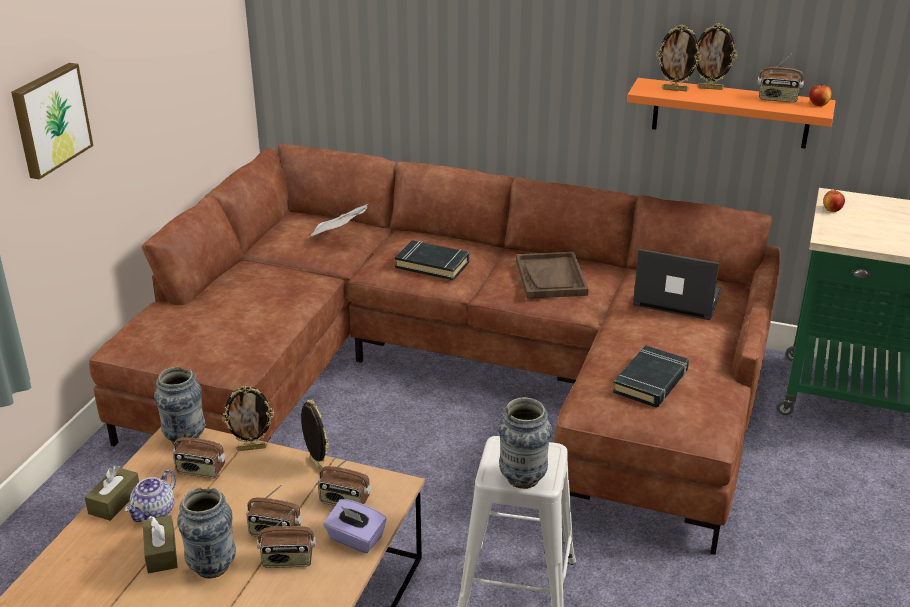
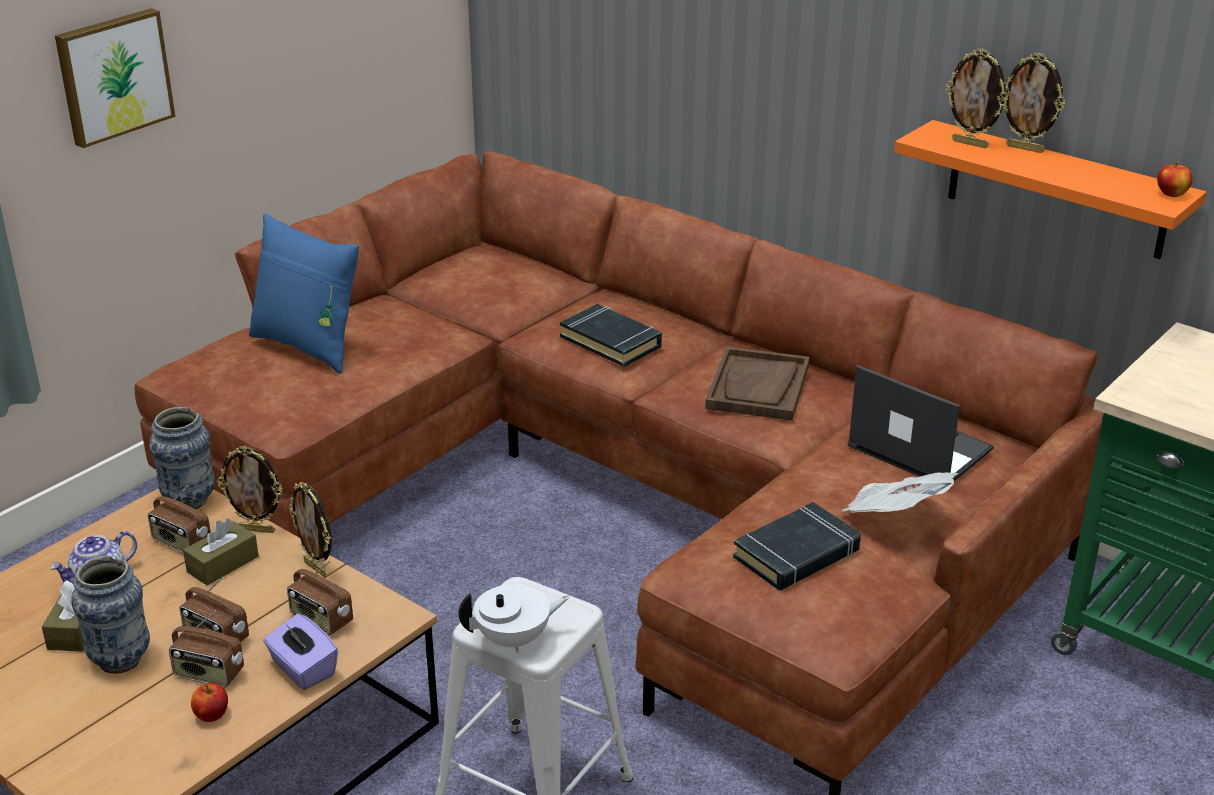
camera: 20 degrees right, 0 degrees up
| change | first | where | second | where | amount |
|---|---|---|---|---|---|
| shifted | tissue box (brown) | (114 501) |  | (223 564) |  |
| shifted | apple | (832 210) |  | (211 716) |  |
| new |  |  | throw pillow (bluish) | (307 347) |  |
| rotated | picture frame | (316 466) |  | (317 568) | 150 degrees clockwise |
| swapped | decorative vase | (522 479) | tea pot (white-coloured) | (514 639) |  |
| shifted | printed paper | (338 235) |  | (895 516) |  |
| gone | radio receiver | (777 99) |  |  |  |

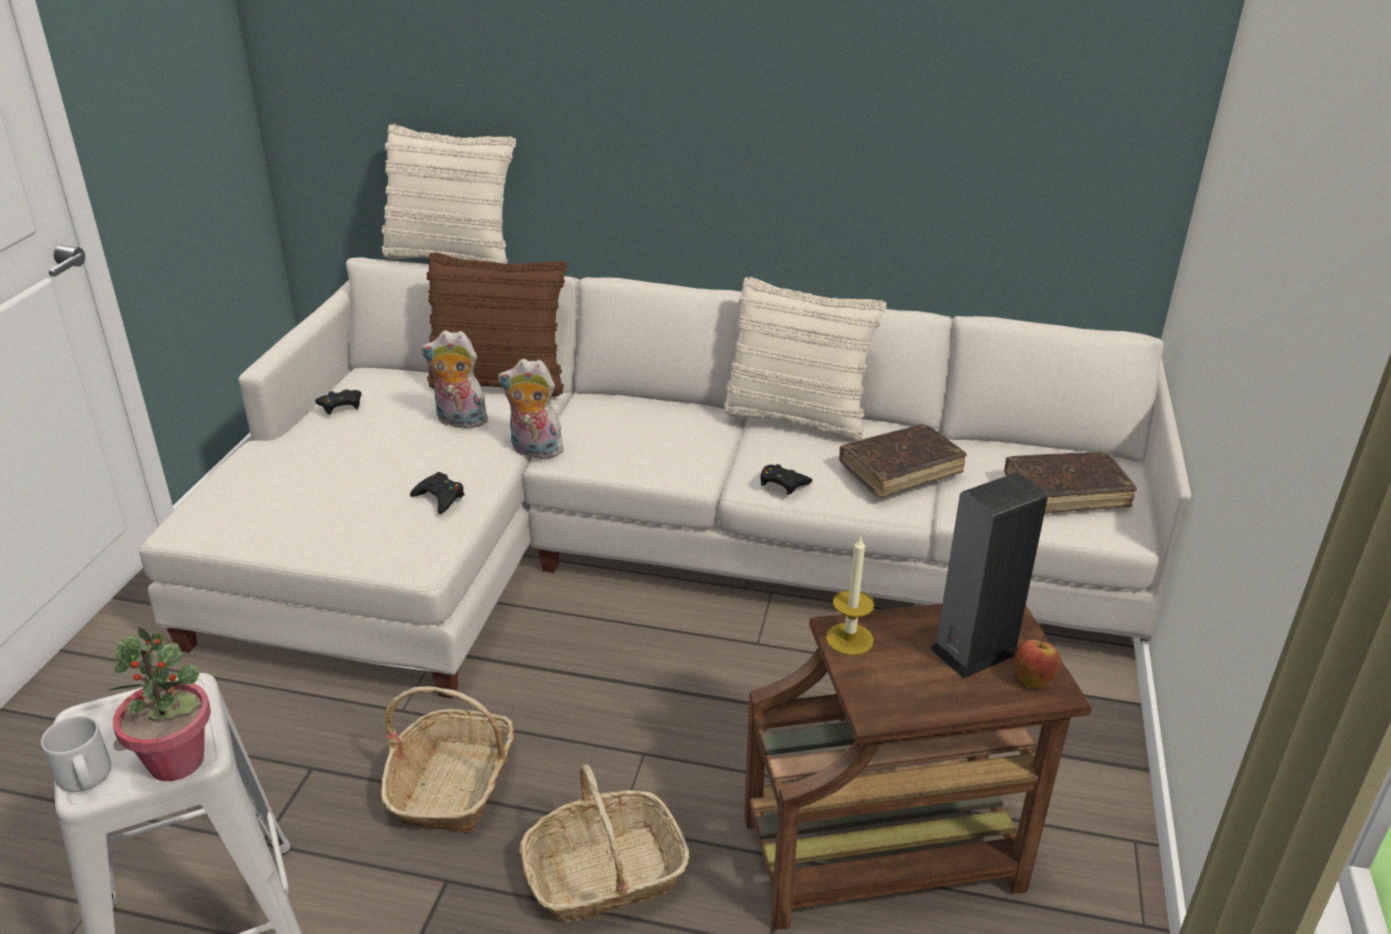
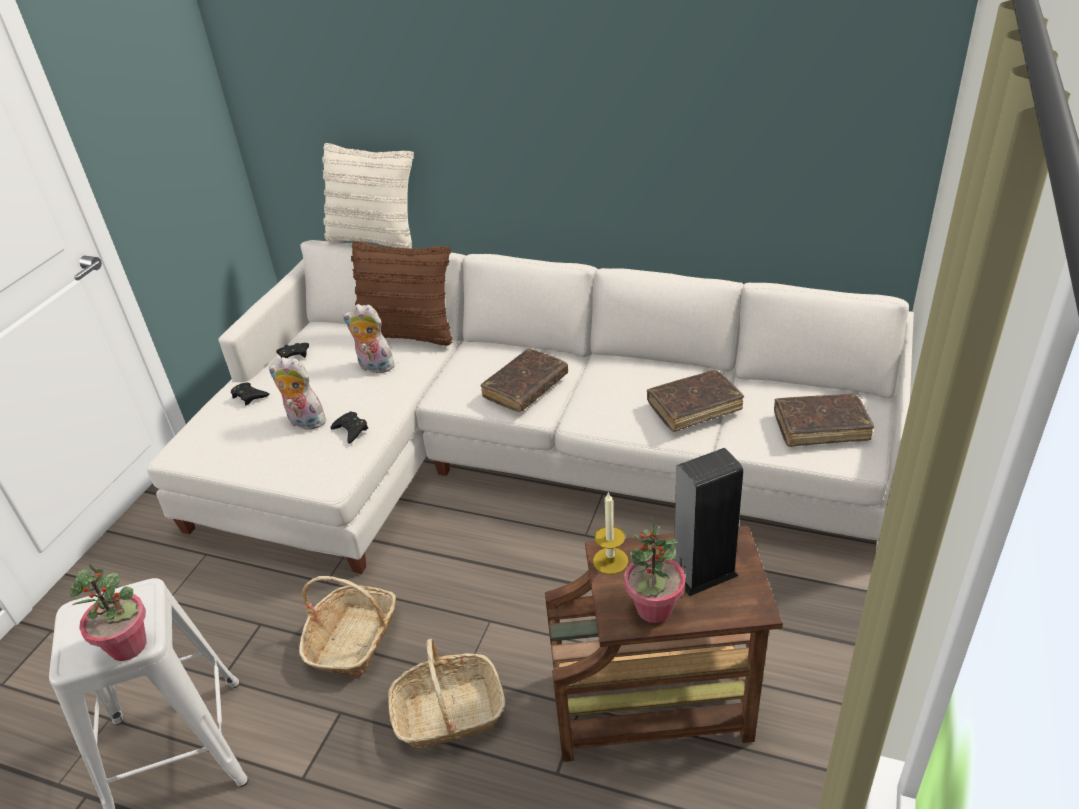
camera: 10 degrees right, 5 degrees up
| change | first | where | second | where | amount |
|---|---|---|---|---|---|
| shifted | gamepad (black) | (783 483) |  | (249 396) |  |
| shifted | plush toy | (534 451) |  | (304 422) |  |
| new |  |  | book (brown) | (525 387) |  |
| new |  |  | houseplant | (654 609) |  |
| gone | mug (grey) | (85 778) |  |  |  |
| gone | throw pillow (beige) | (798 419) |  |  |  |
| gone | apple | (1032 679) |  |  |  |

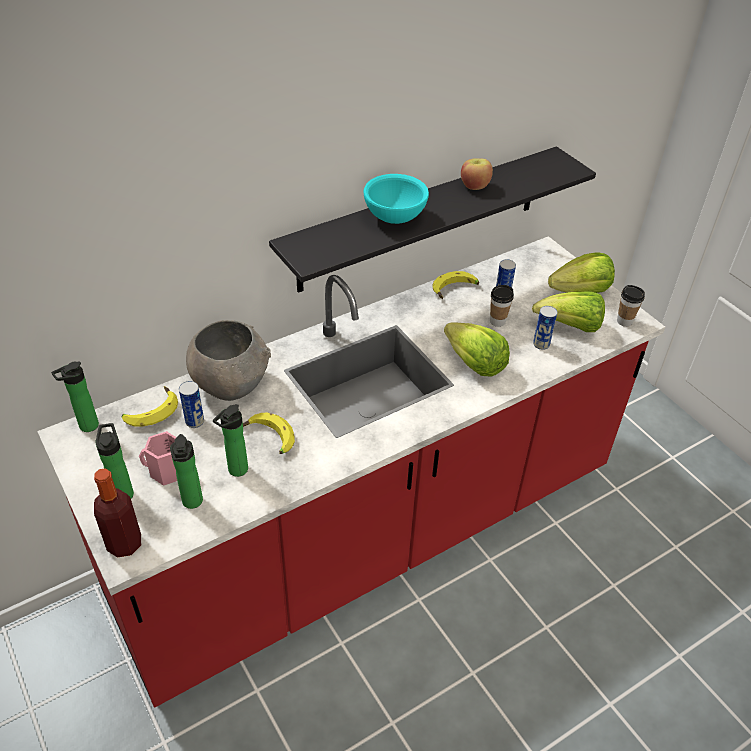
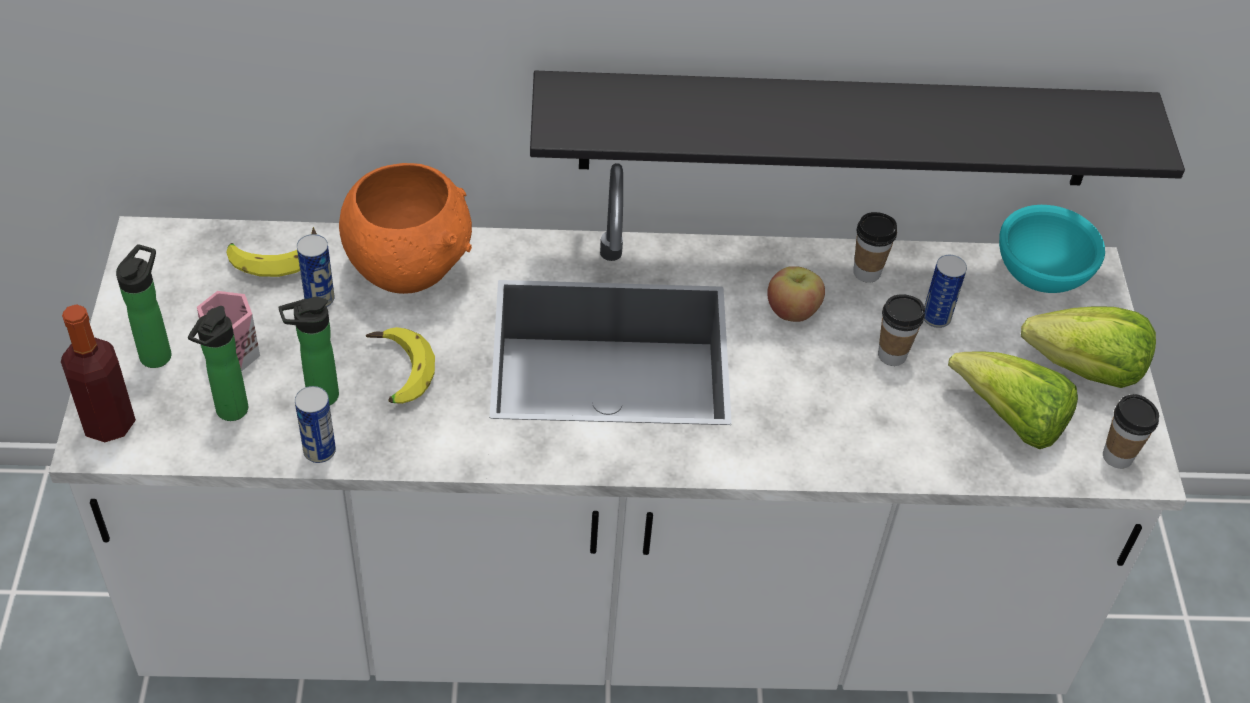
camera: 30 degrees right, 5 degrees up
| change | first | where | second | where | amount |
|---|---|---|---|---|---|
| repainted | counter (red) | (369 534) | counter (white-coloured) | (605 602) |  |
| shifted | can | (541 344) |  | (319 451) |  |
| repainted | serving bowl (grey) | (231 385) | serving bowl (orangey) | (408 268) |  |
| shifted | apple | (474 186) |  | (792 310) |  |
| swapped | whole banana | (455 290) | drinking cup | (866 272) |  |
| shifted | serving bowl (turquoise-coloured) | (393 217) |  | (1039 274) |  |
| gone | drink bottle | (86 427) |  |  |  |
| gone | lettuce | (474 363) |  |  |  |

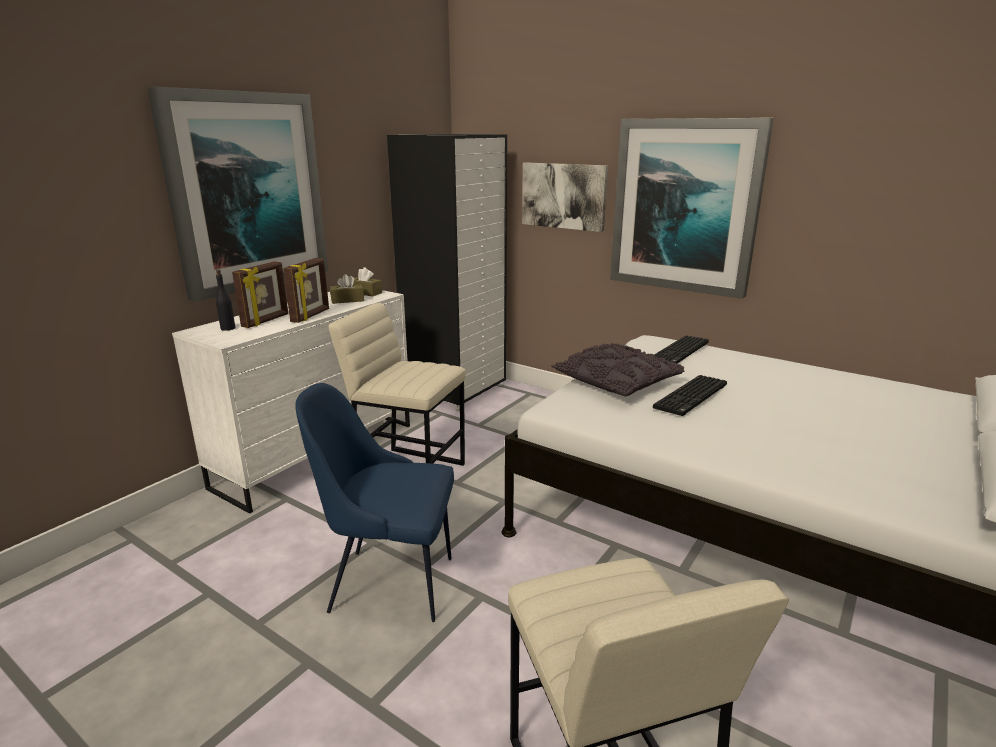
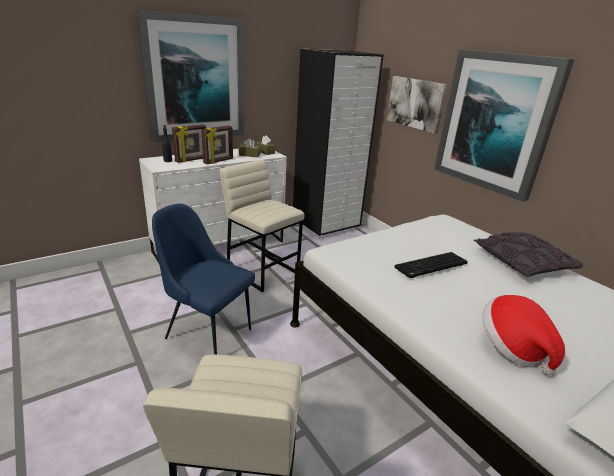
camera: 20 degrees right, 5 degrees up
| change | first | where | second | where | amount |
|---|---|---|---|---|---|
| shifted | throw pillow (black) | (616 383) |  | (522 263) |  |
| new |  |  | hat | (512 347) |  |
| gone | keyboard | (680 352) |  |  |  |

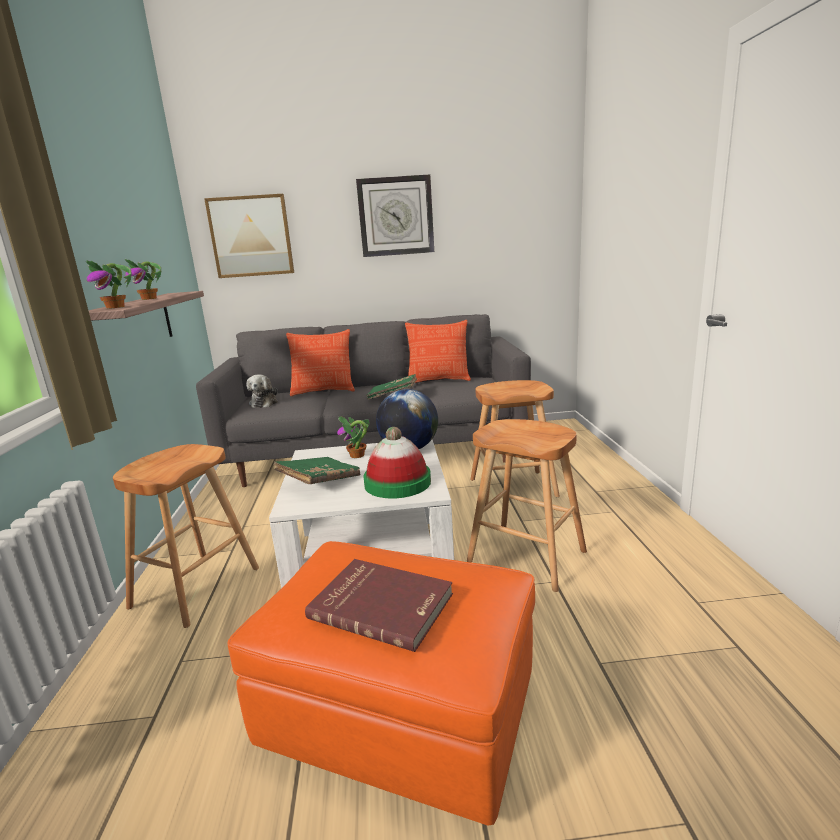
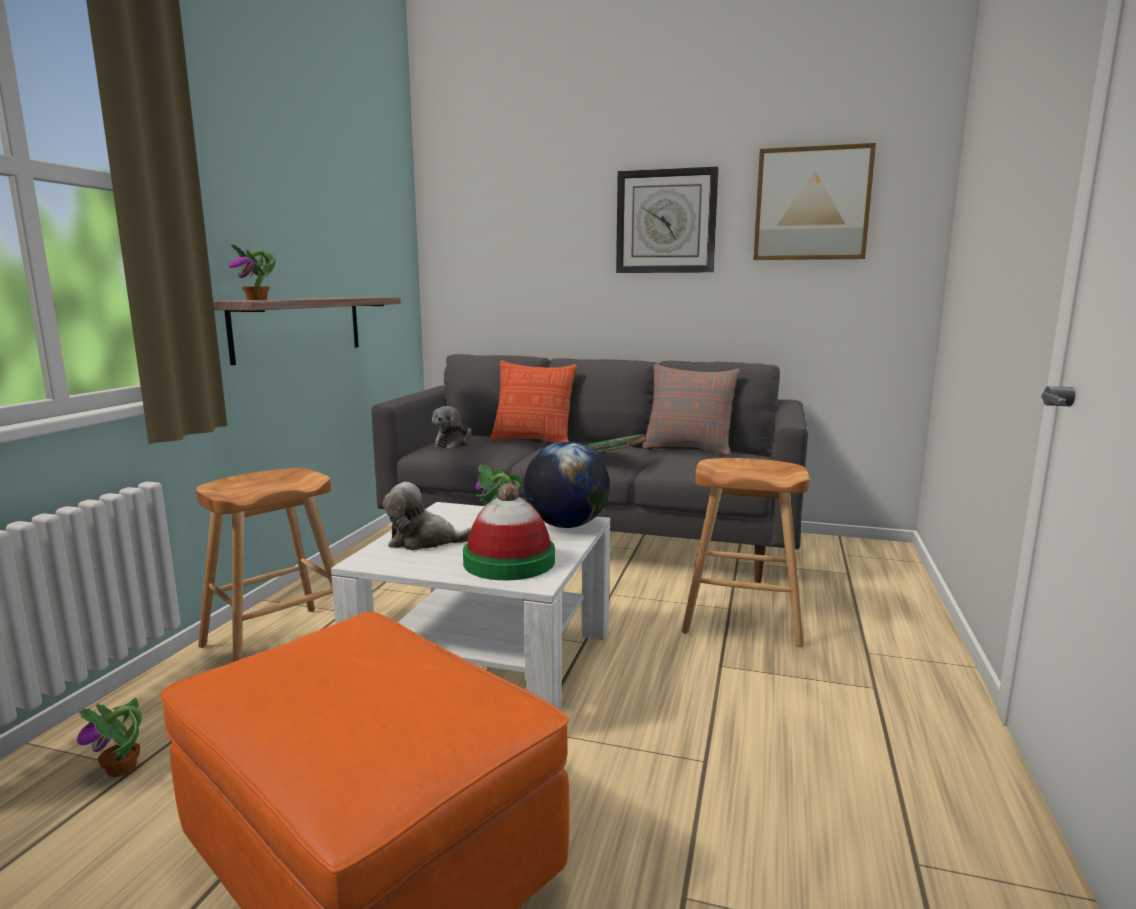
camera: 20 degrees right, 5 degrees down
| change | first | where | second | where | amount |
|---|---|---|---|---|---|
| shifted | houseplant | (149 298) |  | (122 769) |  |
| swapped | book (greenish) | (319 481) | plush toy | (424 541) |  |
| repainted | throw pillow (orangey) | (439 380) | throw pillow (grey) | (688 450) |  |
| shifted | picture | (251 236) |  | (812 204) |  |
| gone | book (red) | (382 605) |  |  |  |
| gone | sitting stool (brown) | (526 556) |  |  |  |

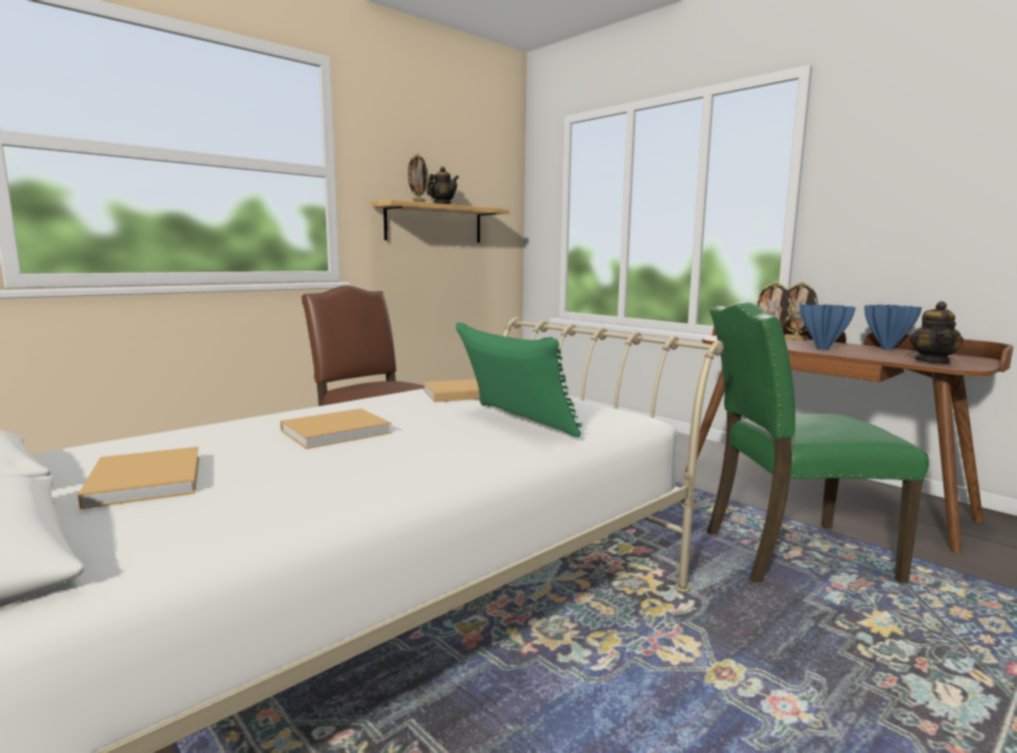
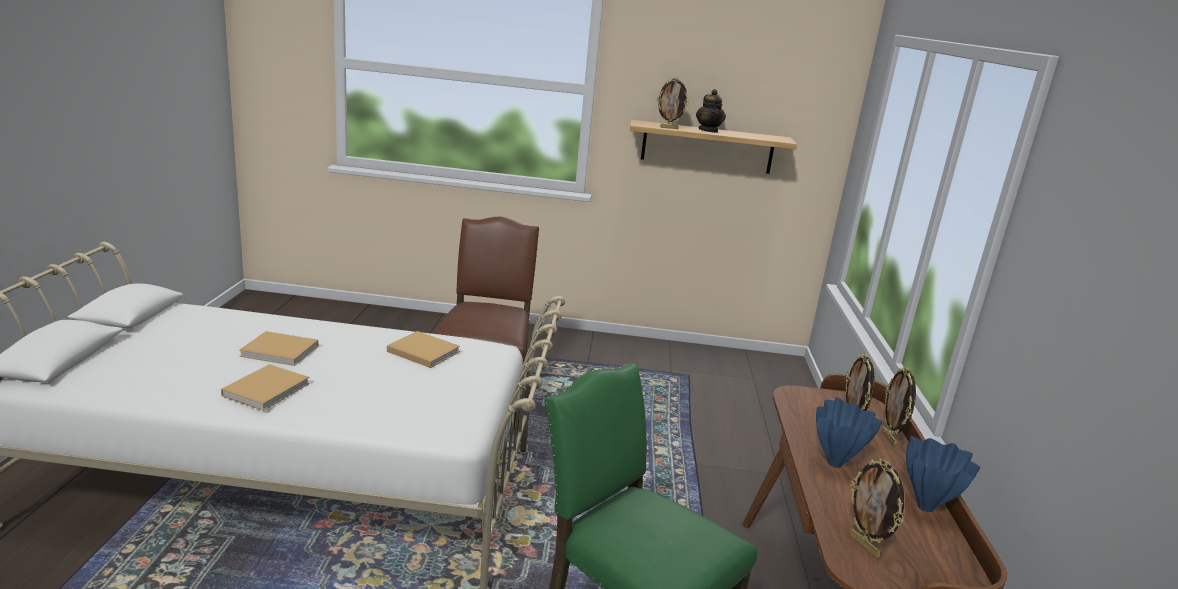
camera: 45 degrees right, 10 degrees up
| change | first | where | second | where | amount |
|---|---|---|---|---|---|
| shifted | book (beige) | (146 479) |  | (268 388) |  |
| swapped | tea pot | (932 362) | picture frame | (864 545) |  |
| gone | throw pillow (greenish) | (514 422) |  |  |  |

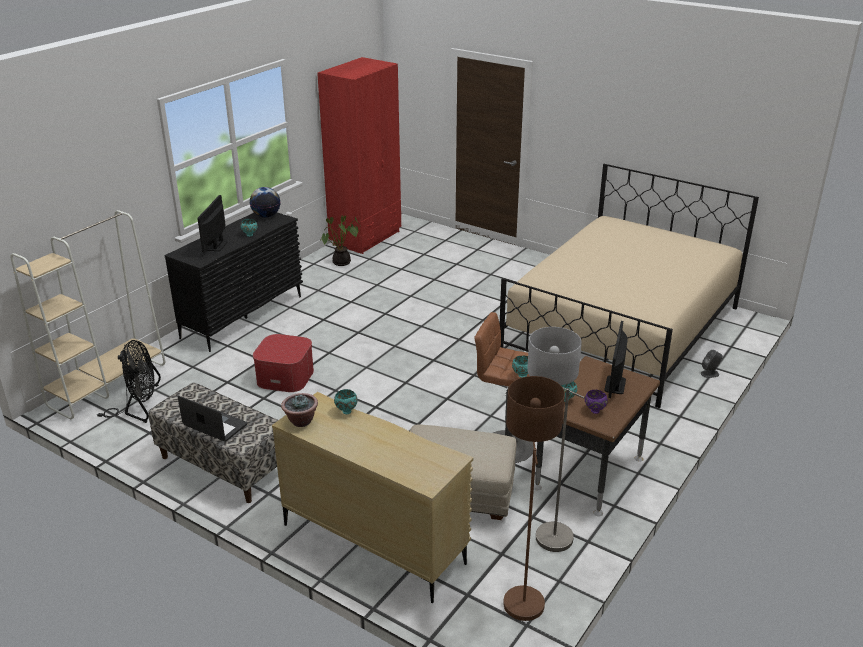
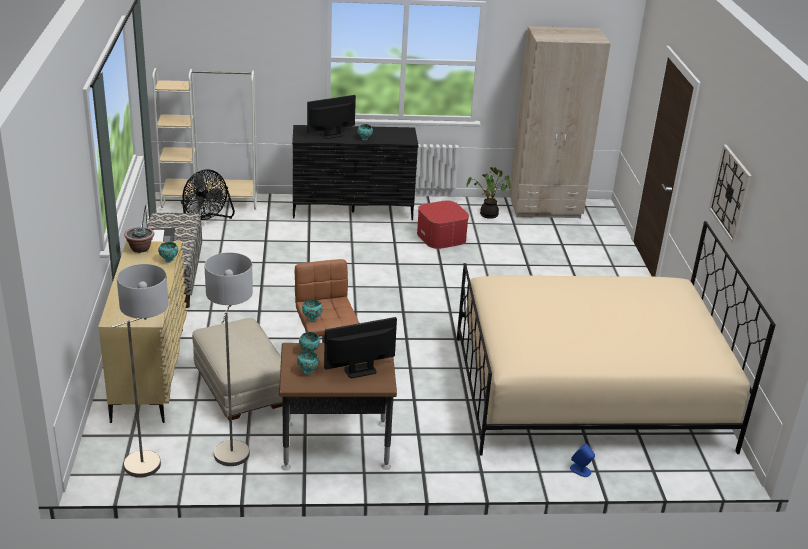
camera: 50 degrees right, 0 degrees up
| change | first | where | second | where | amount |
|---|---|---|---|---|---|
| repainted | standard lamp (brown) | (522 595) | standard lamp (grey) | (152 461) |  |
| repainted | serving bowl (purple-coloured) | (594 411) | serving bowl (turquoise-coloured) | (308 371) |  |
| shifted | footrest | (285 376) |  | (441 237) |  |
| repainted | clothes cupboard (red) | (366 238) | clothes cupboard (beige) | (545 209) |  |
| repainted | audio speaker (grey) | (710 374) | audio speaker (bluish) | (580 470) |  |
| new |  |  | wall clock | (730 193) |  |
| gone | desk globe | (266 216) |  |  |  |

